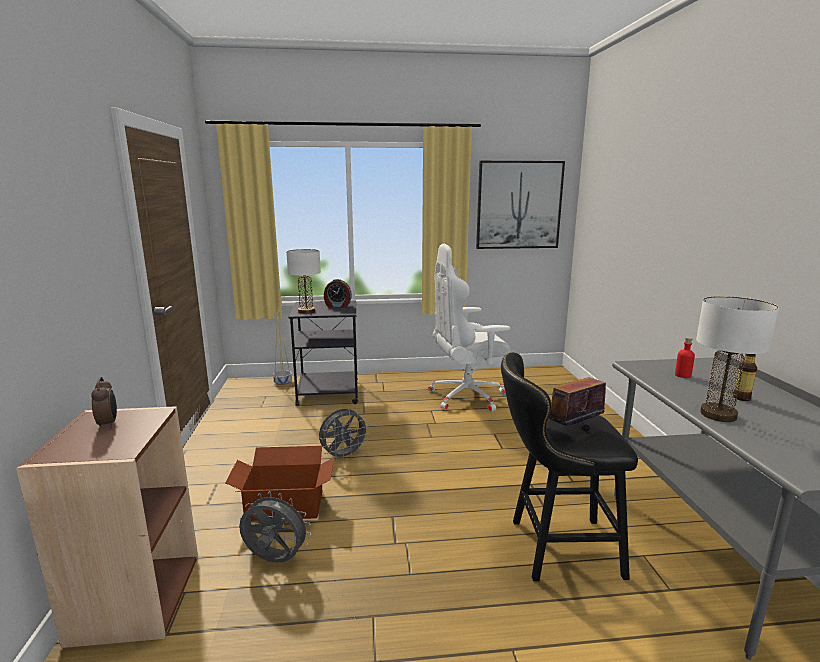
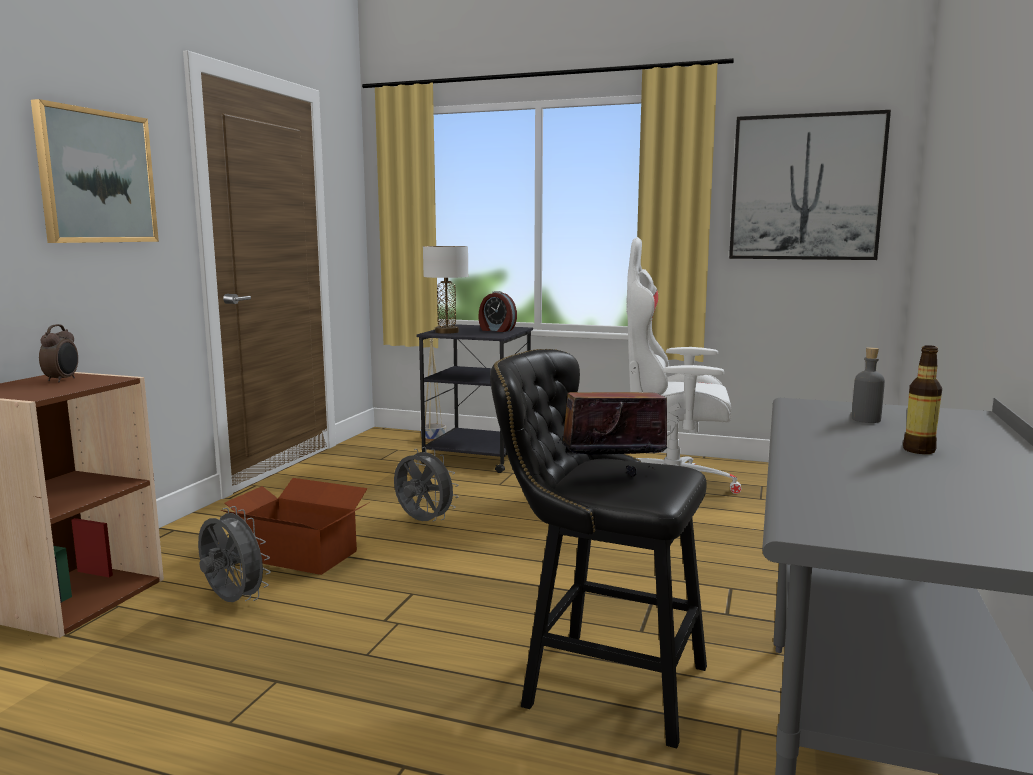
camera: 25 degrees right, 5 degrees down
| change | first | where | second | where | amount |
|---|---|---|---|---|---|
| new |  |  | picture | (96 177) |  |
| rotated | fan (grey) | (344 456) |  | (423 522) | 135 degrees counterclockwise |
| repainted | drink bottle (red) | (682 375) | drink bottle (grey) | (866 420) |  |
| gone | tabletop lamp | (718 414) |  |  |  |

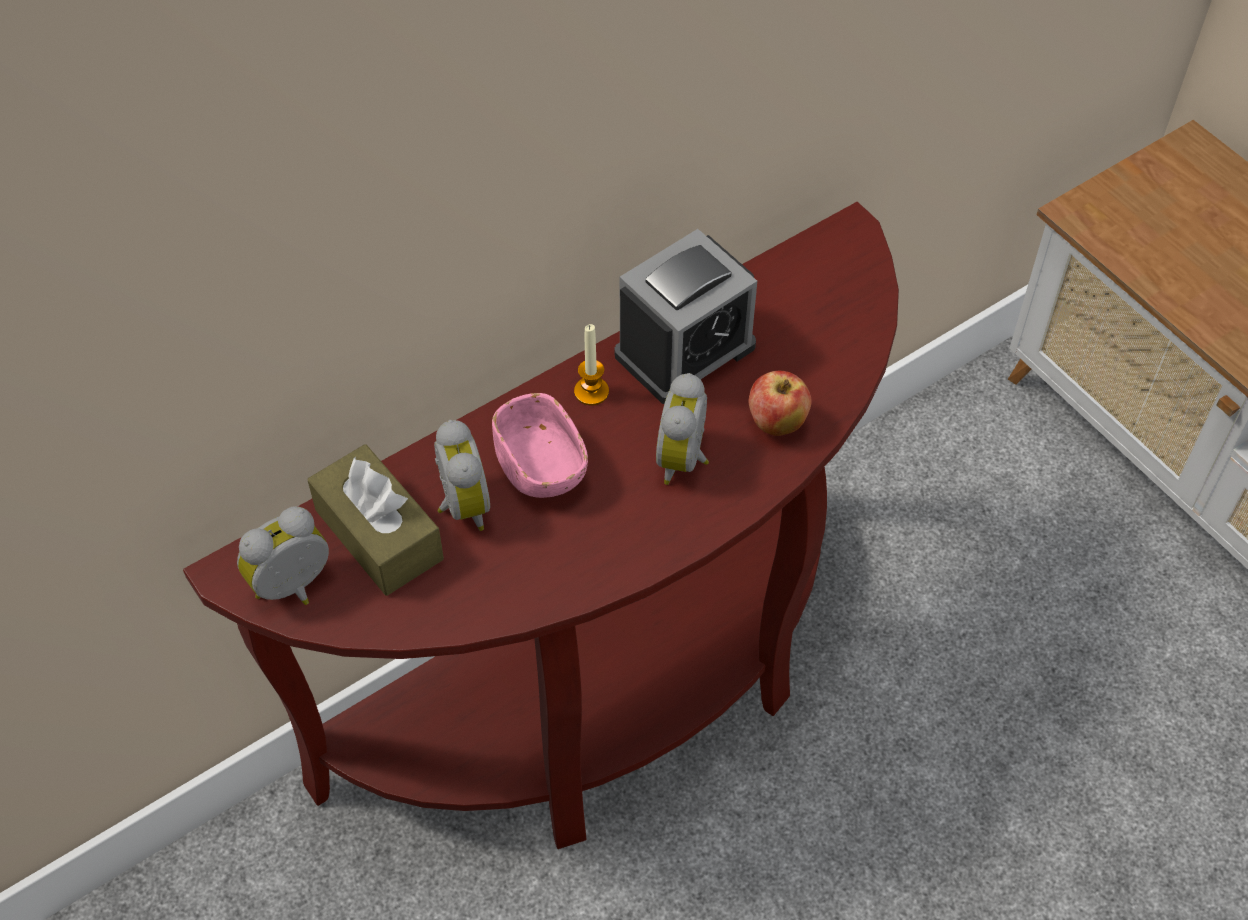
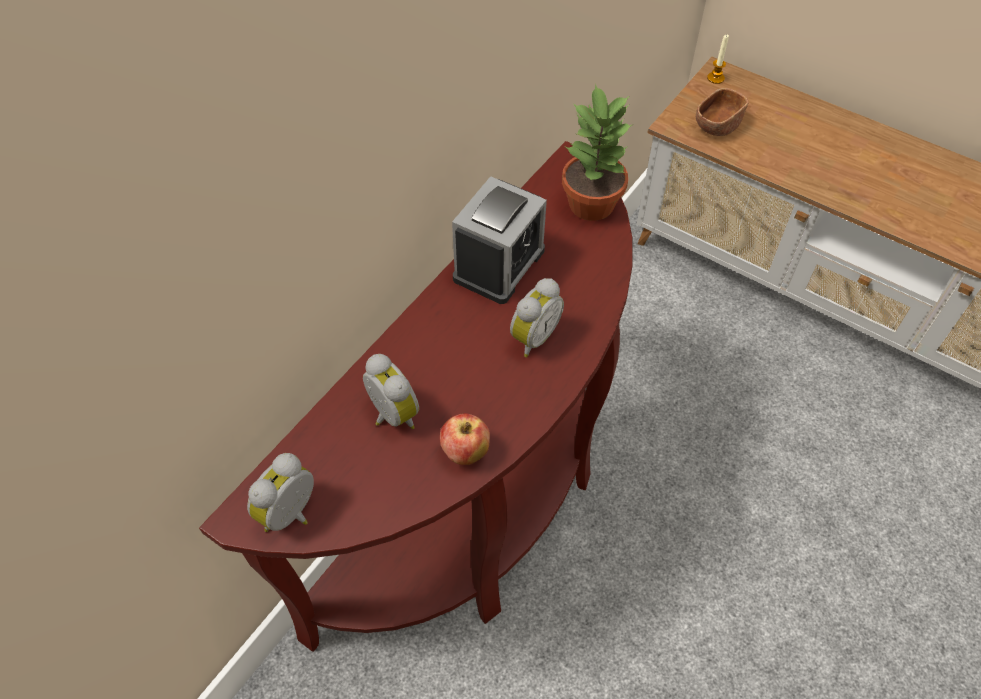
camera: 20 degrees left, 0 degrees up
| change | first | where | second | where | amount |
|---|---|---|---|---|---|
| shifted | apple | (776 423) |  | (465 452) |  |
| rotated | bedside clock | (685 460) |  | (532 337) | 135 degrees counterclockwise |
| new |  |  | houseplant | (592 203) |  |
| new |  |  | serving bowl (brown) | (717 125) |  |
| shifted | wax candle | (591 392) |  | (715 78) |  |
| gone | tissue box (brown) | (379 534) |  |  |  |
| gone | serving bowl (pink) | (541 467) |  |  |  |

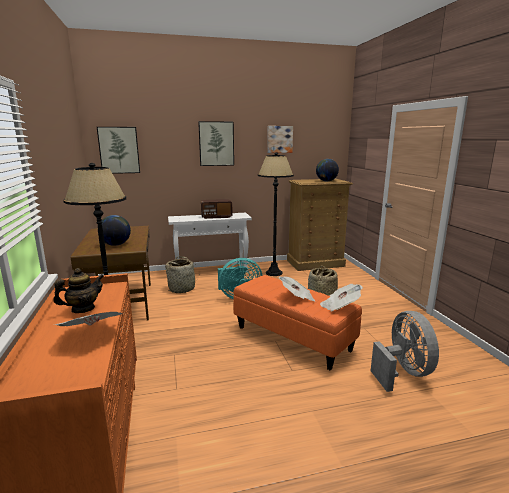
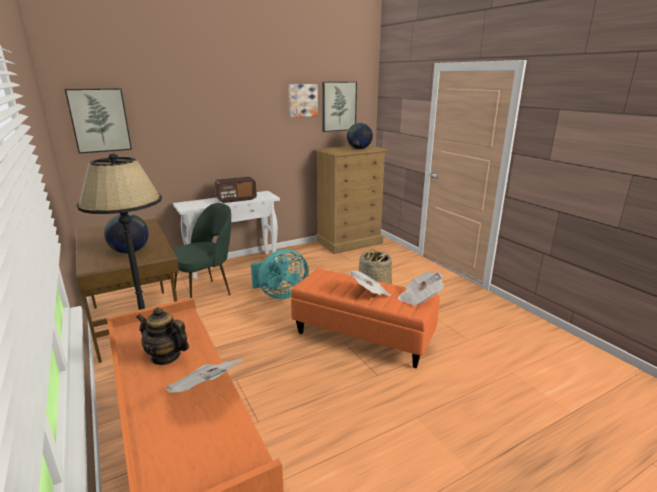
camera: 15 degrees left, 5 degrees up
| change | first | where | second | where | amount |
|---|---|---|---|---|---|
| rotated | tea pot | (83 309) |  | (166 356) | 105 degrees counterclockwise |
| swapped | storage basket | (182 288) | plain chair (greenish) | (207 292) |  |
| shifted | picture | (216 143) |  | (338 106) |  |
| gone | standard lamp (black) | (273 273) |  |  |  |
| gone | fan (grey) | (403 372) |  |  |  |

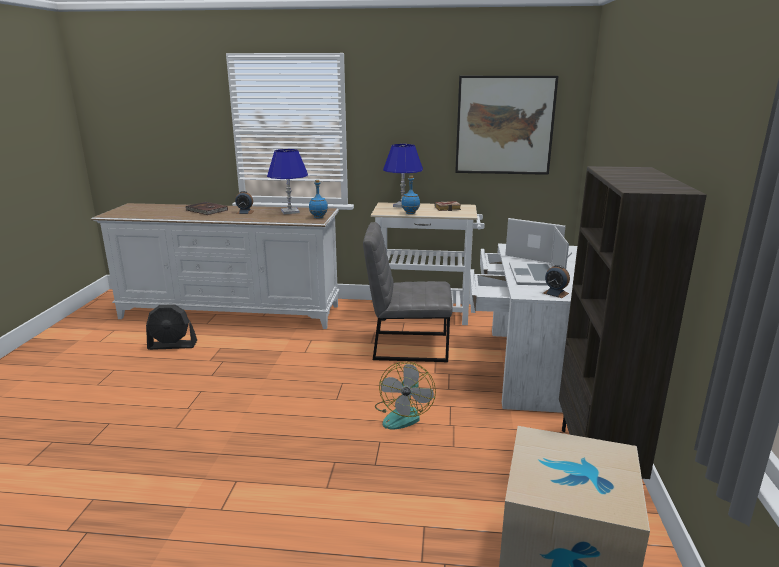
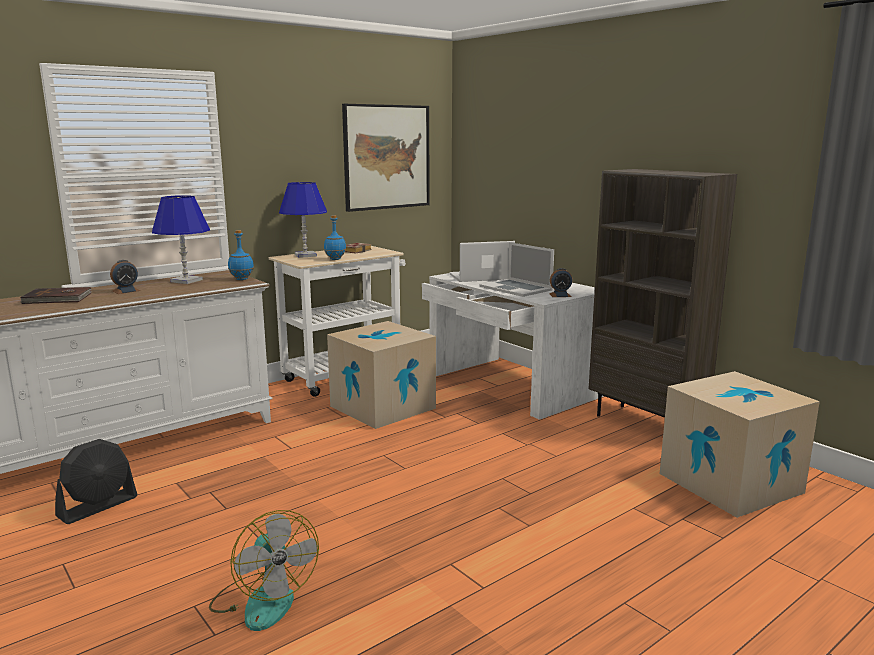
camera: 45 degrees left, 5 degrees down
| change | first | where | second | where | amount |
|---|---|---|---|---|---|
| shifted | fan | (403 414) |  | (263 599) |  |
| swapped | plain chair (grey) | (407 346) | packing box | (382 407) |  |

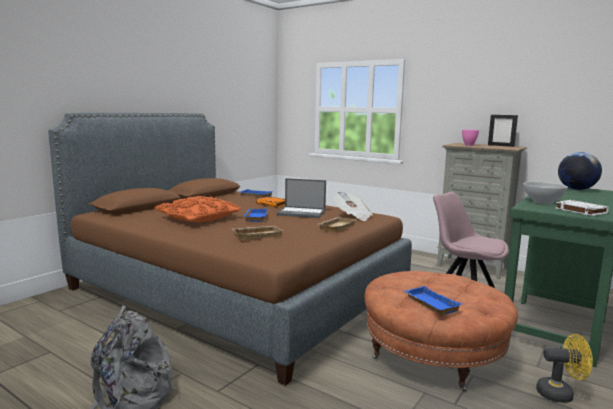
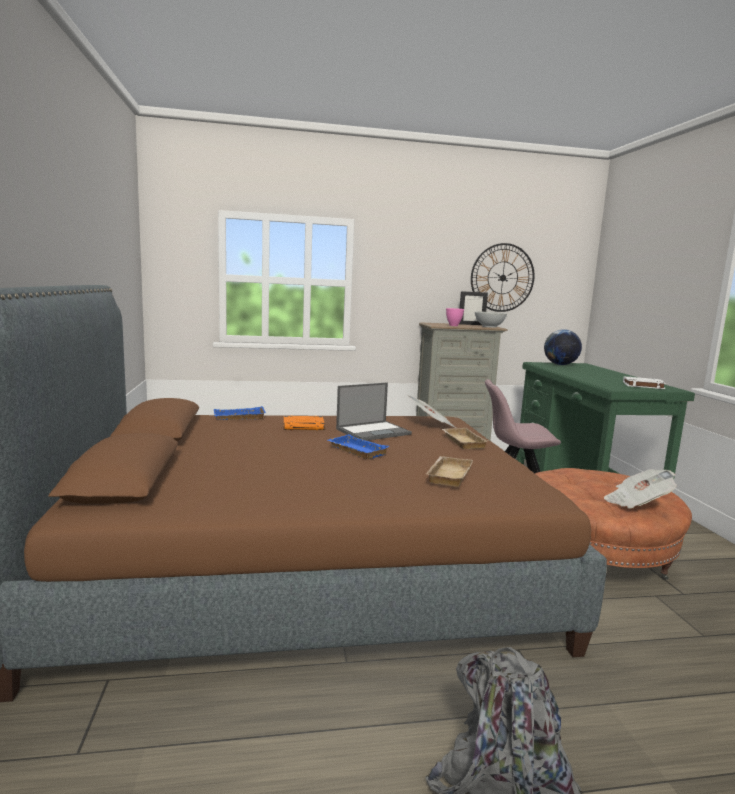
camera: 45 degrees left, 0 degrees up
| change | first | where | second | where | amount |
|---|---|---|---|---|---|
| new |  |  | wall clock | (502 277) |  |
| shifted | serving bowl (white-coloured) | (542 202) |  | (489 326) |  |
| swapped | tray (bluish) | (429 304) | printed paper | (637 503) |  |
| gone | throw pillow (orangey) | (198 219) |  |  |  |
| gone | fan (yellowish) | (560 394) |  |  |  |

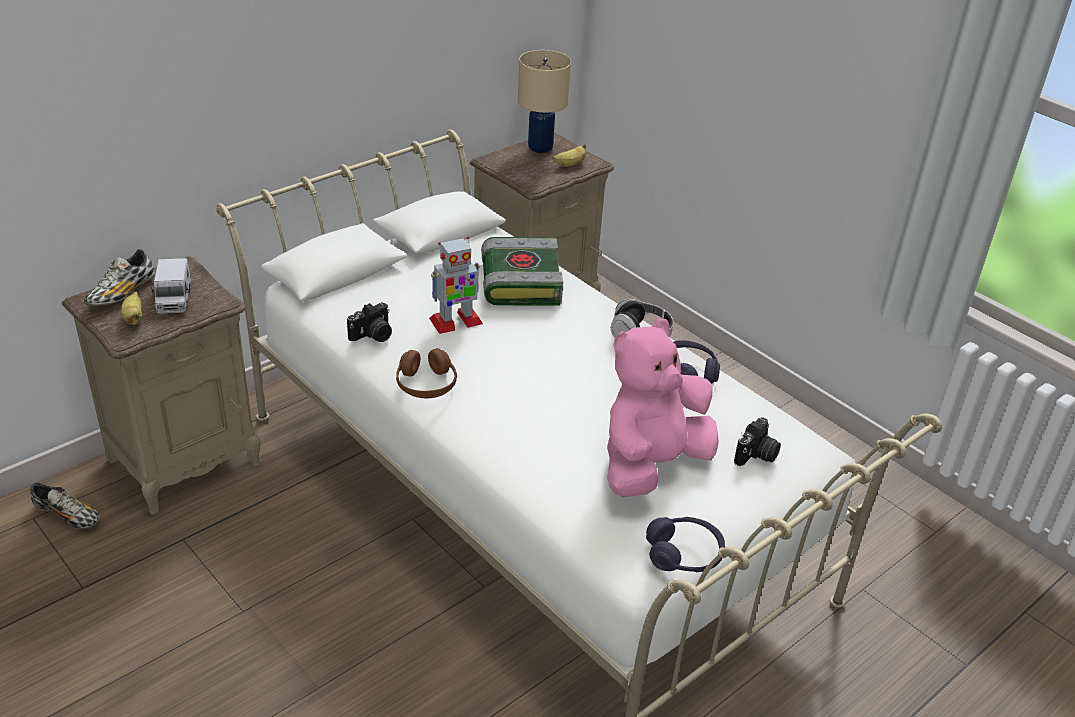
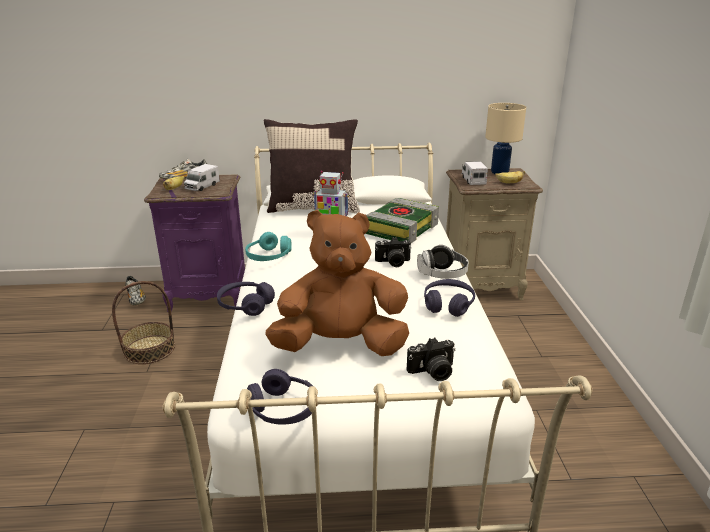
camera: 40 degrees right, 10 degrees down
| change | first | where | second | where | amount |
|---|---|---|---|---|---|
| new |  |  | storage basket | (149 349) |  |
| repainted | nightstand (beige) | (185 463) | nightstand (purple-coloured) | (209 296) |  |
| new |  |  | headset (purple-coloured) | (245 305) |  |
| repainted | headset (brown) | (426 384) | headset (turquoise-coloured) | (269 256) |  |
| new |  |  | throw pillow | (313 208) |  |
| repainted | plush toy (pink) | (651 465) | plush toy (brown) | (341 345) |  |
| shifted | still camera | (373 335) |  | (393 262) |  |
| new |  |  | toy truck | (473 181) |  |

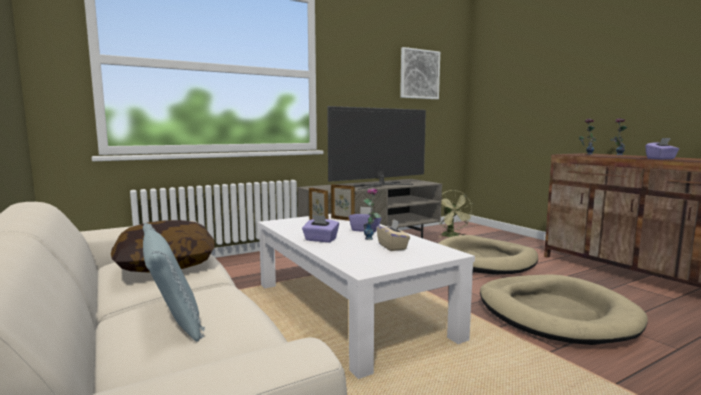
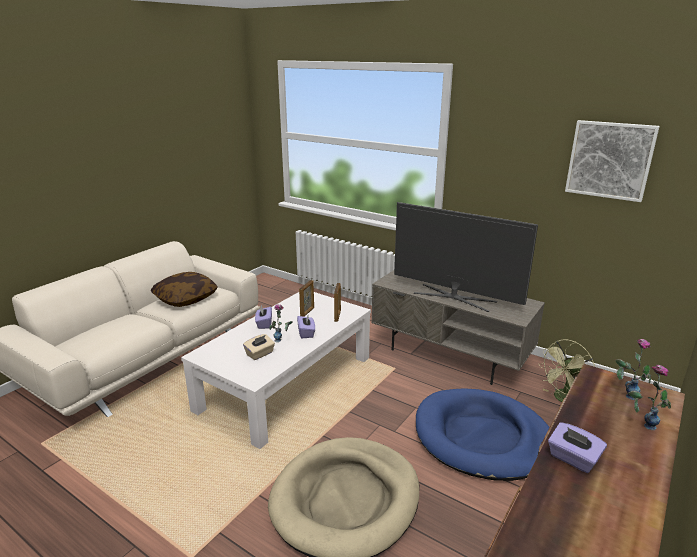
camera: 65 degrees right, 15 degrees up
| change | first | where | second | where | amount |
|---|---|---|---|---|---|
| repainted | pet bed (beige) | (484 260) | pet bed (bluish) | (482 437) |  |
| gone | throw pillow (bluish) | (172 316) |  |  |  |

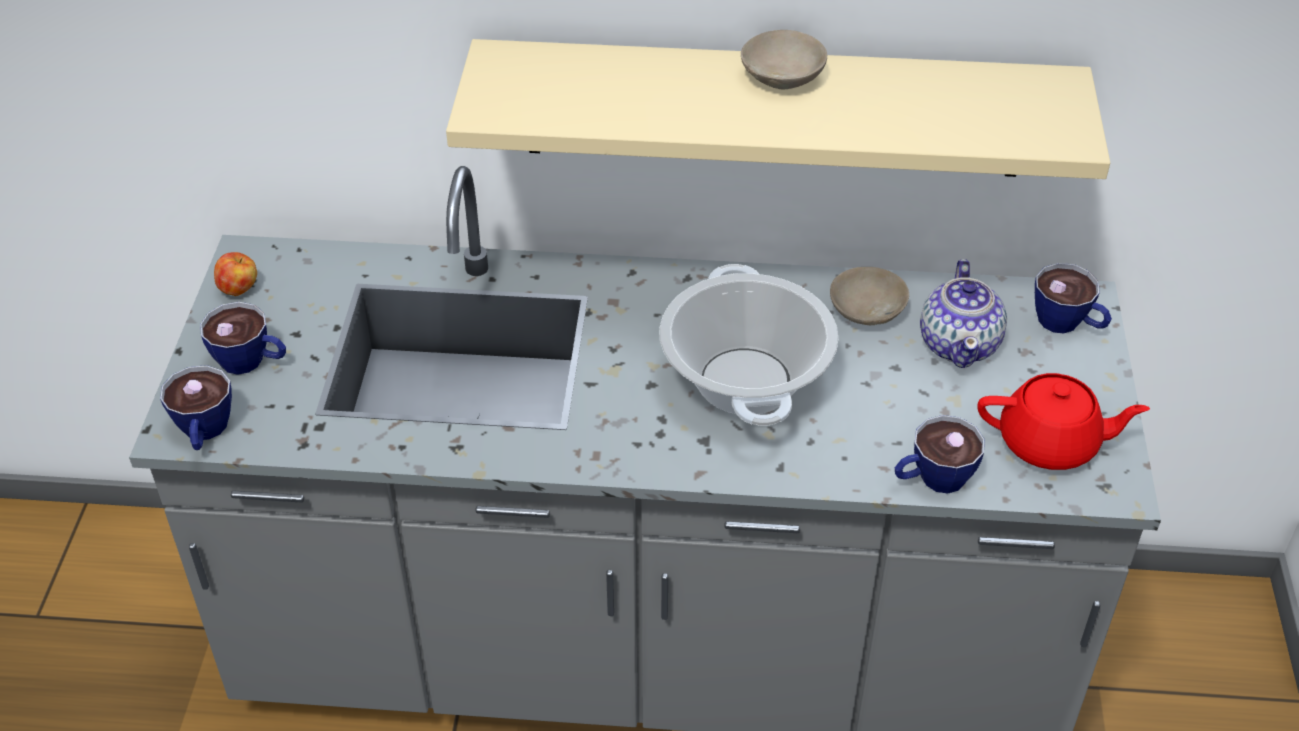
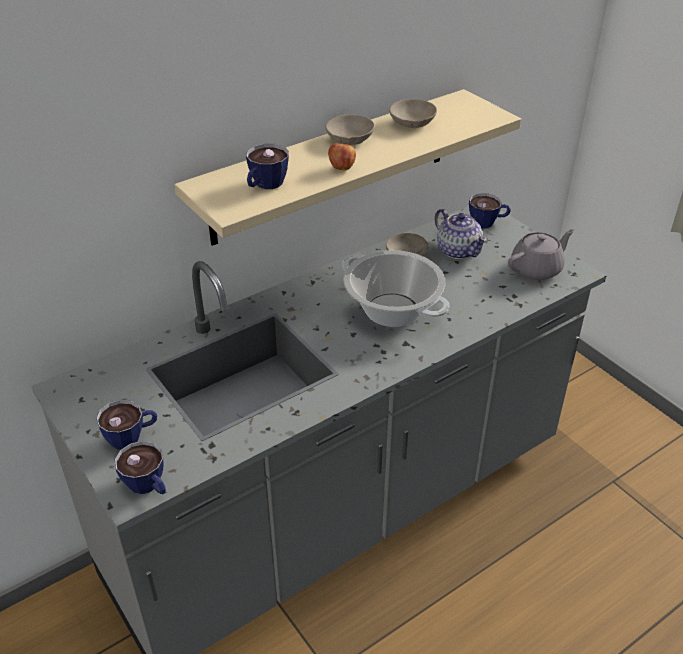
camera: 40 degrees left, 5 degrees down
| change | first | where | second | where | amount |
|---|---|---|---|---|---|
| shifted | drinking cup | (932 479) |  | (265 185) |  |
| shifted | apple | (239 289) |  | (341 168) |  |
| new |  |  | serving bowl (beige) | (412 122) |  |
| repainted | tea pot (red) | (1050 443) | tea pot (grey) | (537 269) |  |

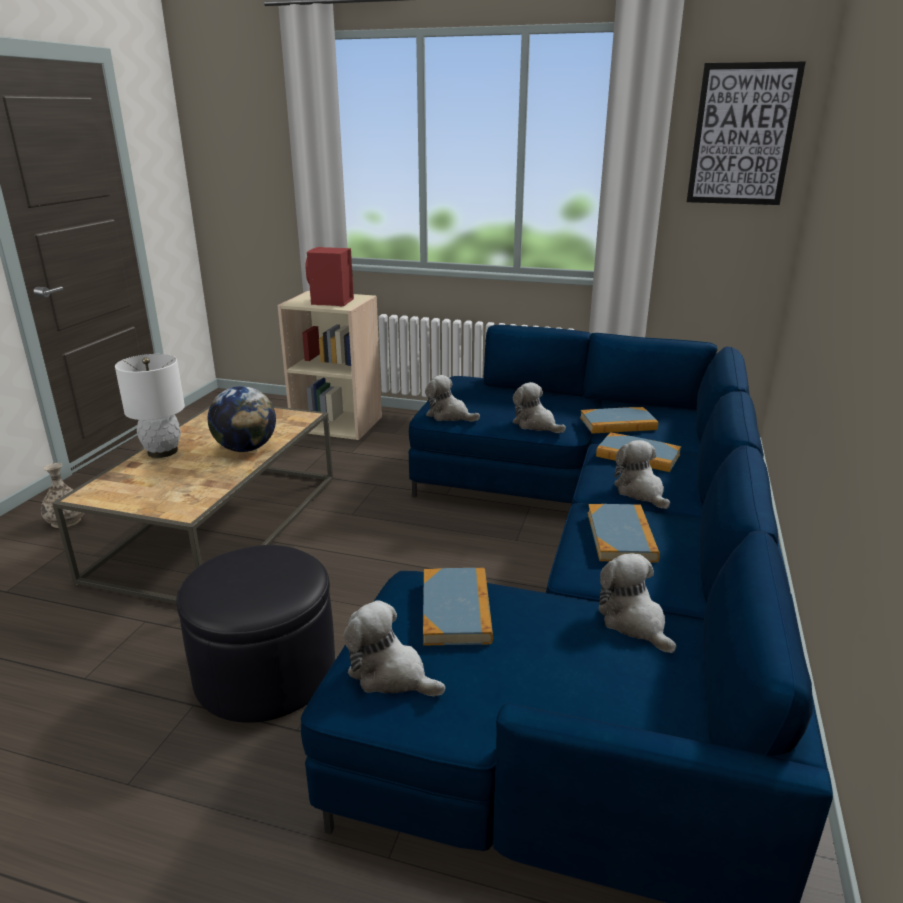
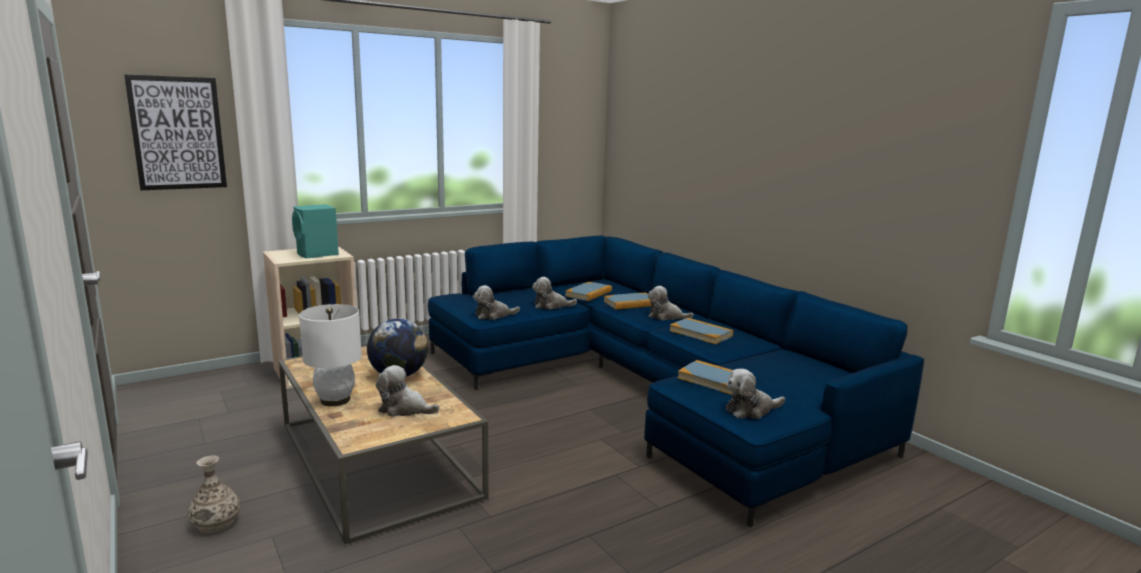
camera: 50 degrees left, 10 degrees down
| change | first | where | second | where | amount |
|---|---|---|---|---|---|
| shifted | picture | (742 135) |  | (178 133) |  |
| repainted | audio speaker (red) | (331 302) | audio speaker (turquoise-coloured) | (317 254) |  |
| shifted | plush toy | (634 622) |  | (404 409) |  |
| gone | footrest (black) | (266 671) |  |  |  |

